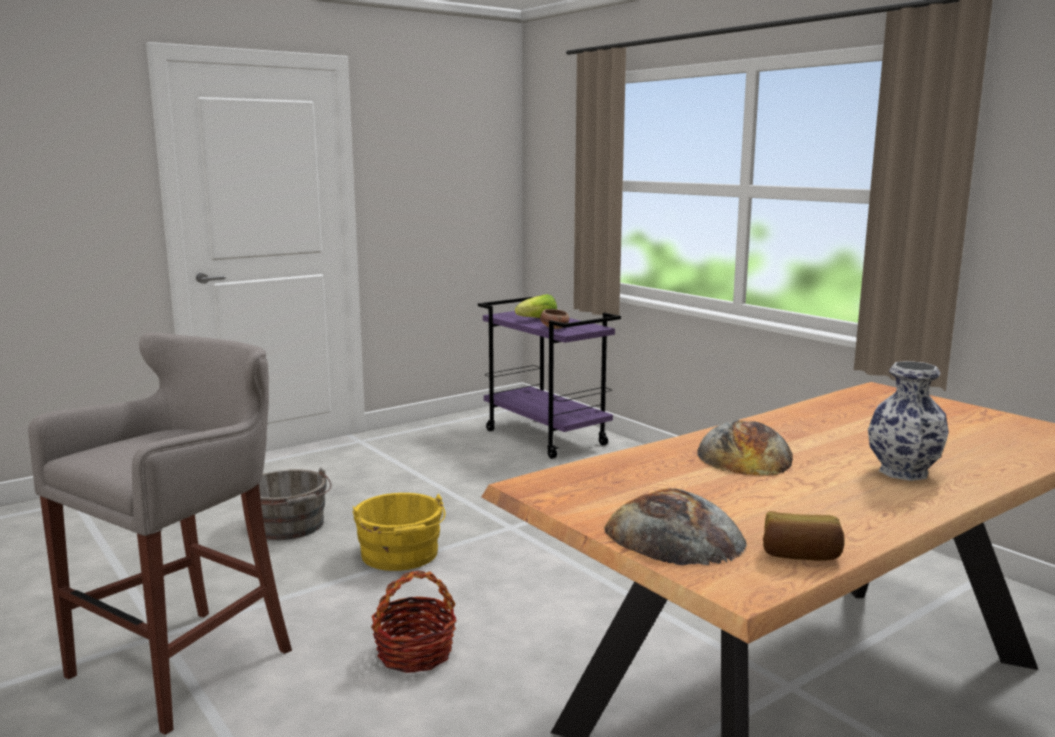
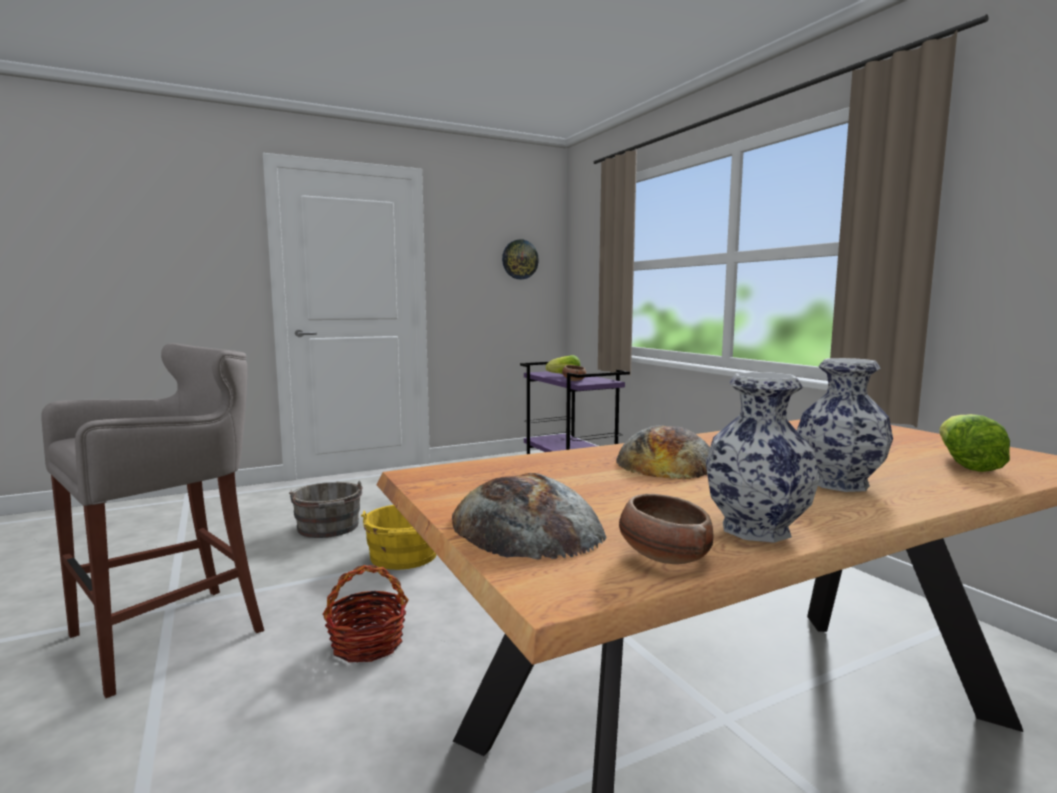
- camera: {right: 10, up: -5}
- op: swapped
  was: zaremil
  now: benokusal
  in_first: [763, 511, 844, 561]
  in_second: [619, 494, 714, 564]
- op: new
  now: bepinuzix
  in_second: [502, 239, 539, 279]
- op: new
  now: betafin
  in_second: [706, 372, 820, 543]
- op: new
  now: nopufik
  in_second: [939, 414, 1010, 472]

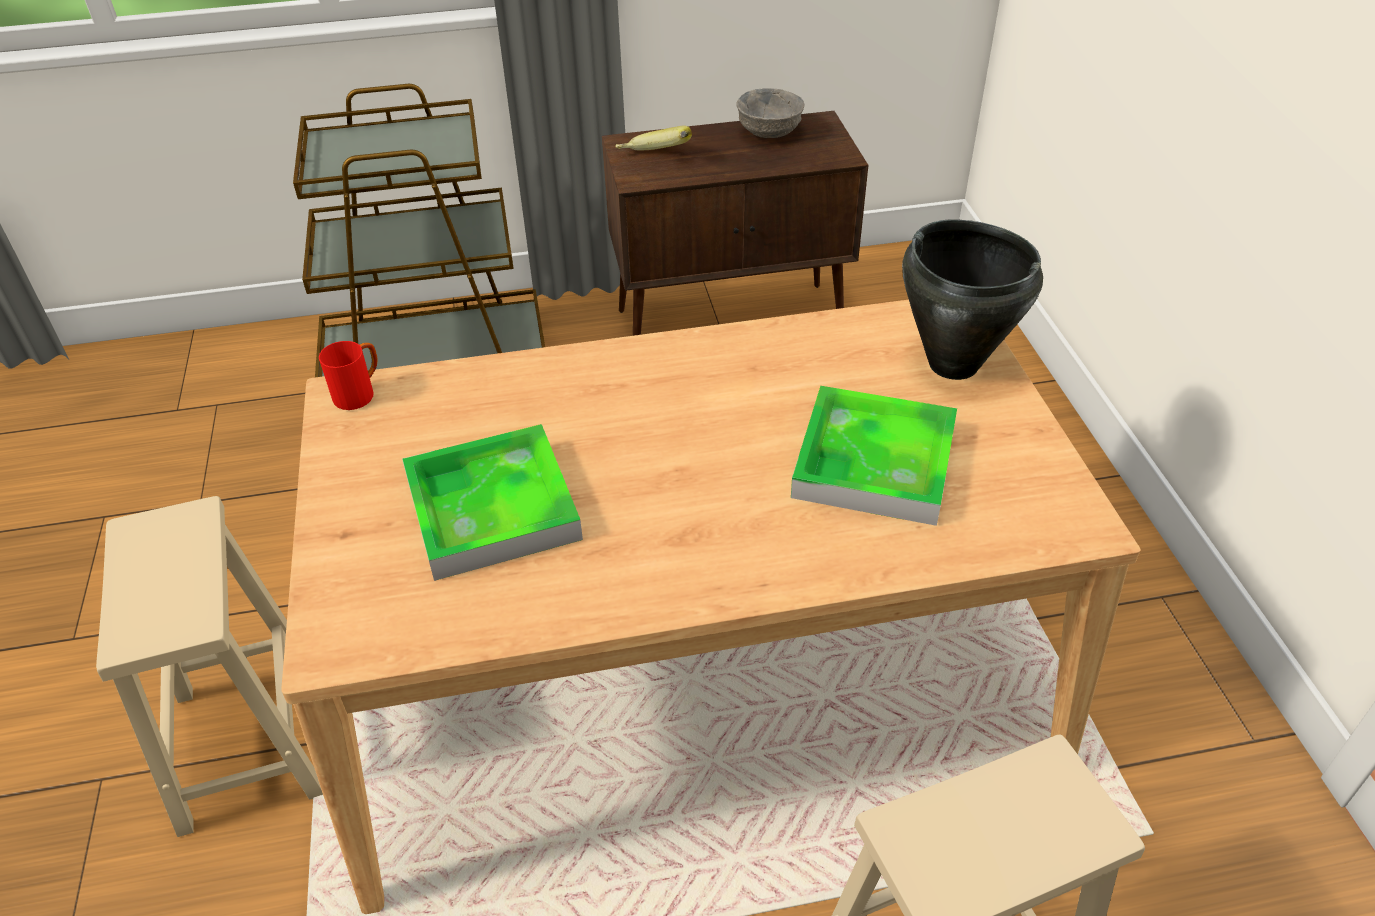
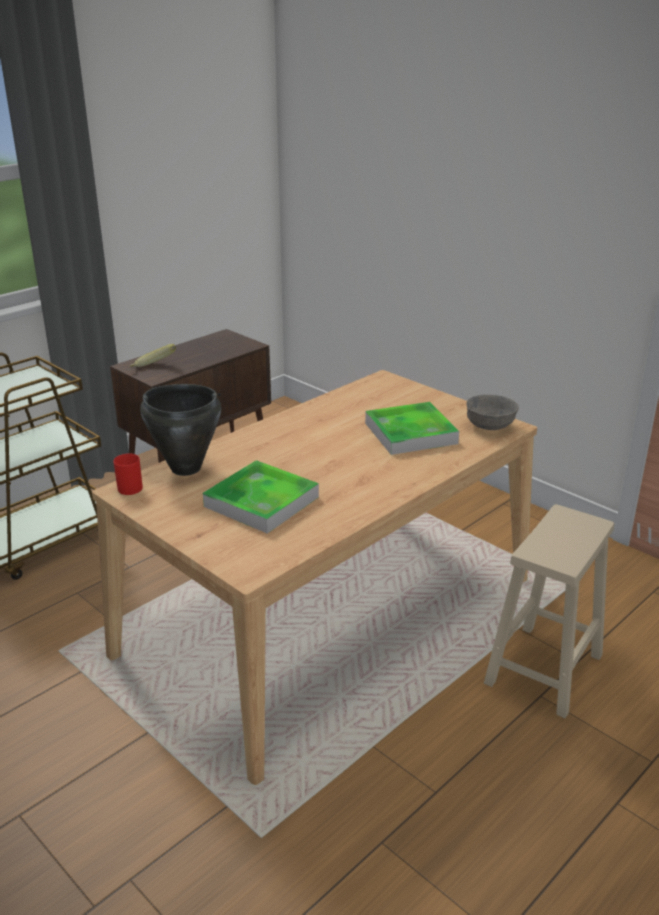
- camera: {right: -35, up: -15}
- op: shifted
  was: benokusal (grey)
  in_first: [736, 88, 805, 138]
  in_second: [466, 395, 519, 430]
- op: shifted
  was: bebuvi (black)
  in_first: [902, 219, 1043, 380]
  in_second: [140, 384, 221, 476]
- op: gone
  was: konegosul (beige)
  in_first: [96, 496, 323, 837]

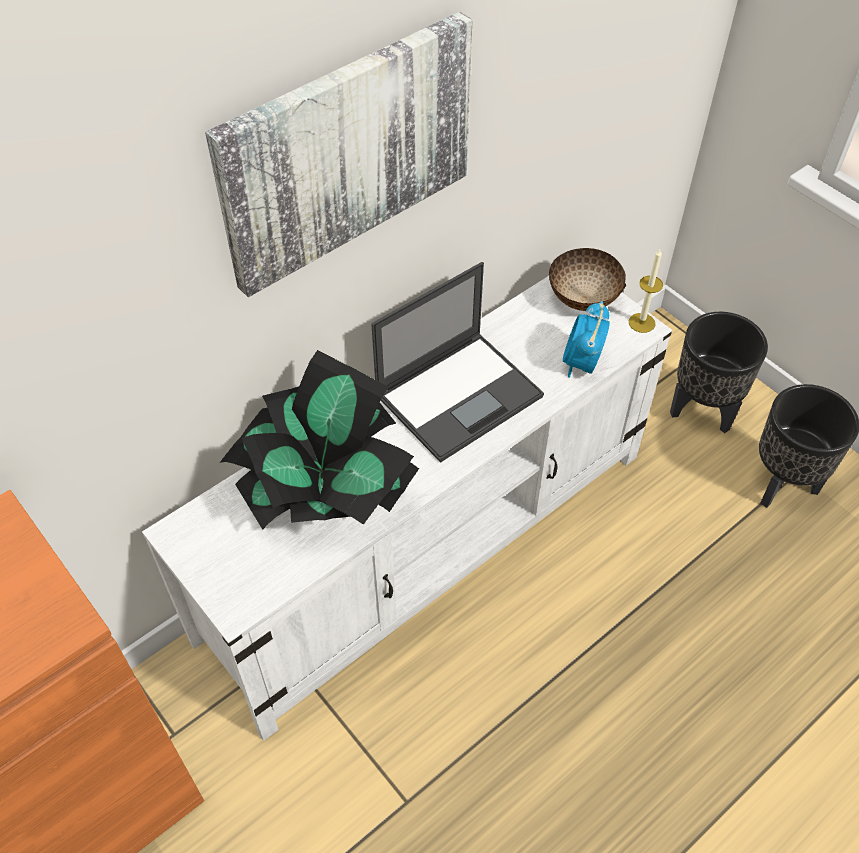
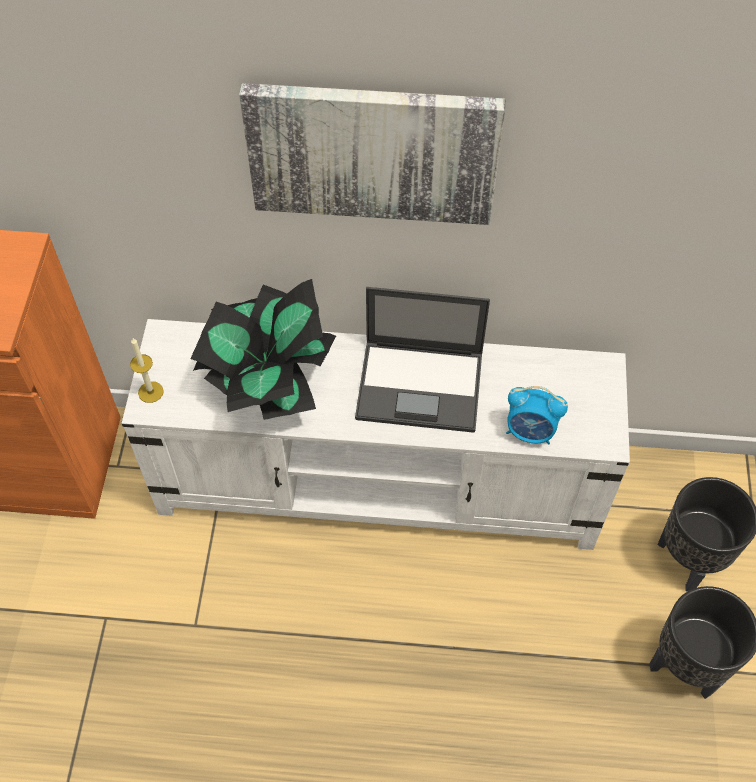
- camera: {right: 45, up: 5}
- op: gone
  was: benokusal
  in_first: [549, 248, 626, 311]
- op: shifted
  was: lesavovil
  in_first: [629, 249, 663, 333]
  in_second: [130, 338, 164, 403]
- op: rotated
  was: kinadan
  in_first: [563, 301, 610, 378]
  in_second: [506, 386, 568, 444]
  clockwise: -135

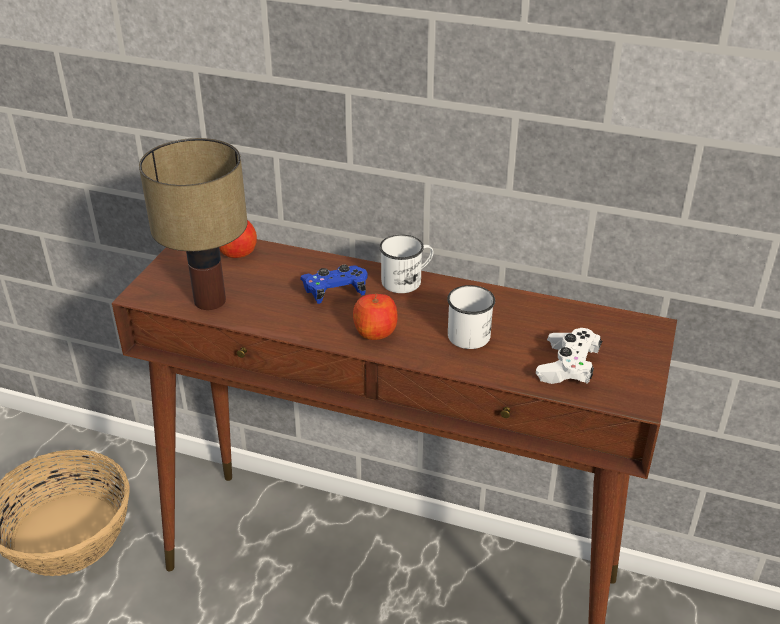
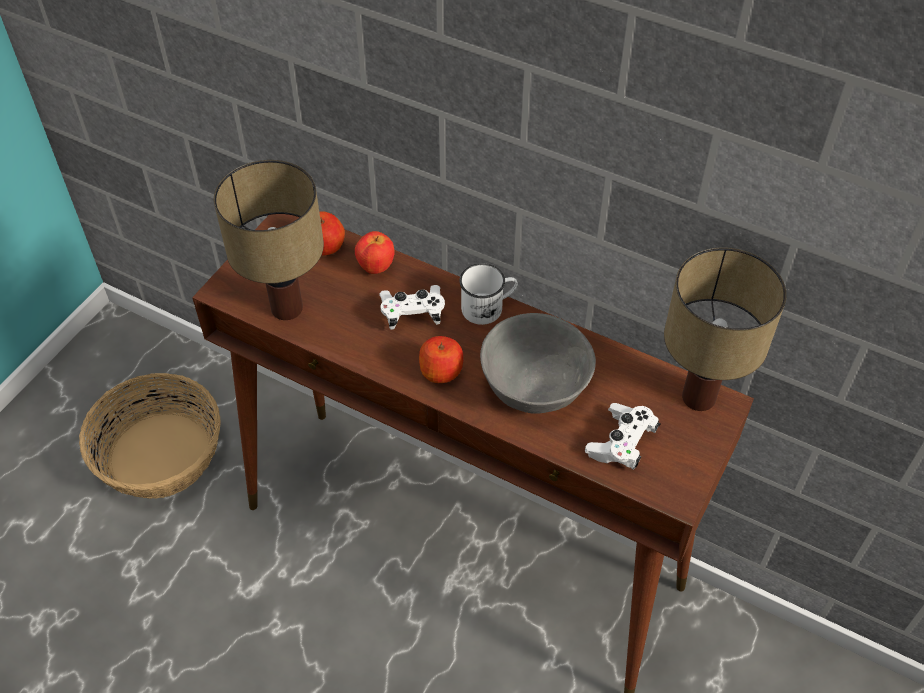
- camera: {right: 10, up: 15}
- op: repainted
  was: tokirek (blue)
  now: tokirek (white)
  in_first: [300, 265, 367, 304]
  in_second: [379, 285, 445, 330]
- op: swapped
  was: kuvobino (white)
  now: benokusal (grey)
  in_first: [447, 285, 495, 349]
  in_second: [480, 313, 596, 414]
- op: new
  now: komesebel
  in_second: [355, 231, 395, 274]
- op: new
  now: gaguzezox
  in_second: [664, 247, 787, 411]

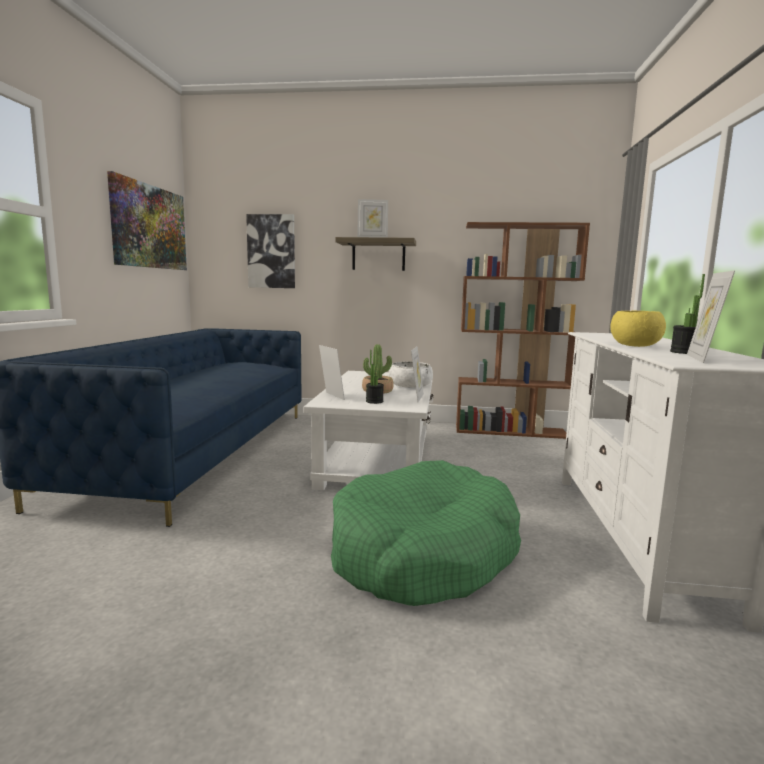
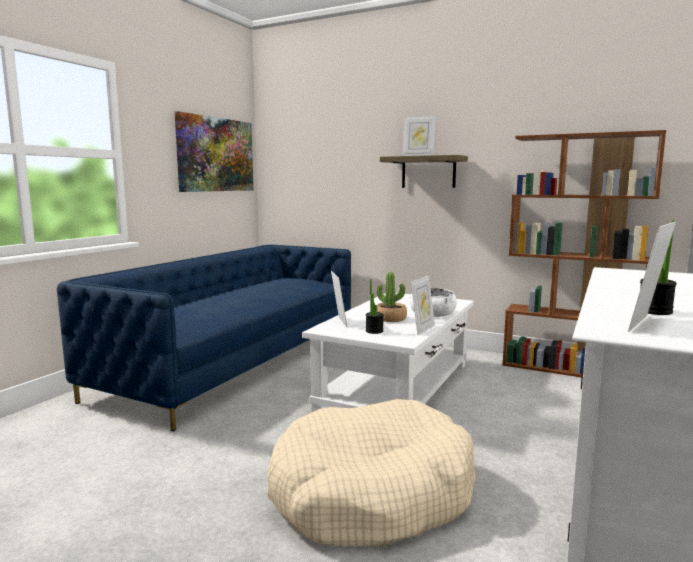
- camera: {right: 20, up: 0}
- op: gone
  was: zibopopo
  in_first: [246, 214, 295, 288]
- op: gone
  was: benokusal (yellow)
  in_first: [610, 311, 666, 347]
- op: repainted
  was: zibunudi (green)
  now: zibunudi (beige)
  in_first: [331, 460, 521, 606]
  in_second: [267, 399, 475, 547]

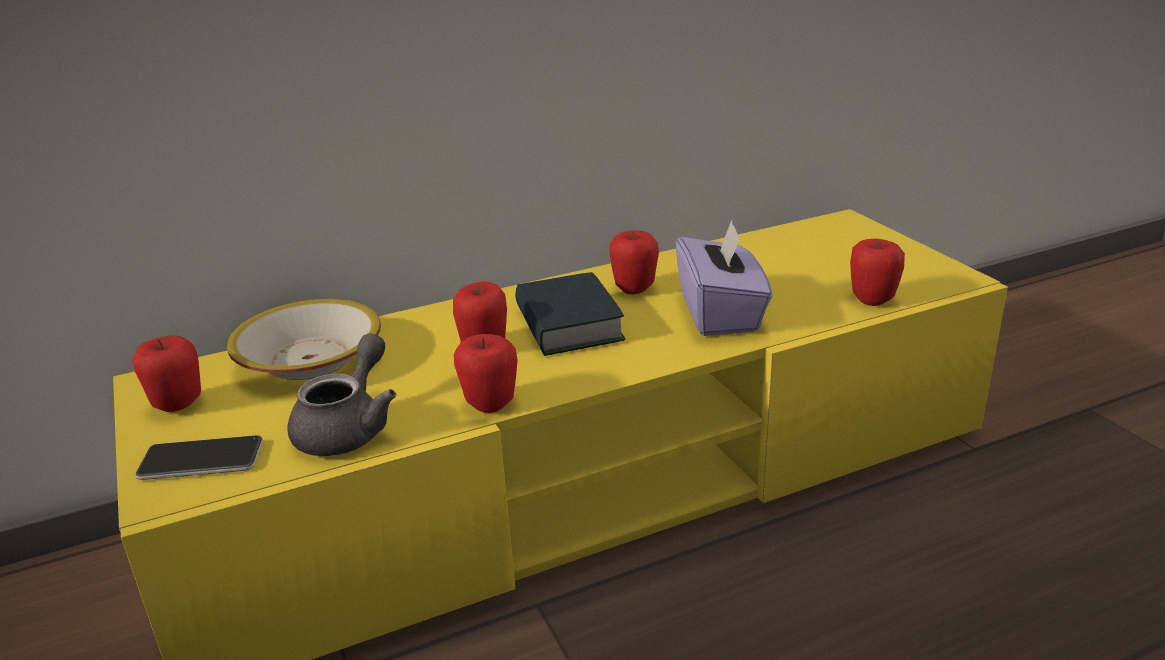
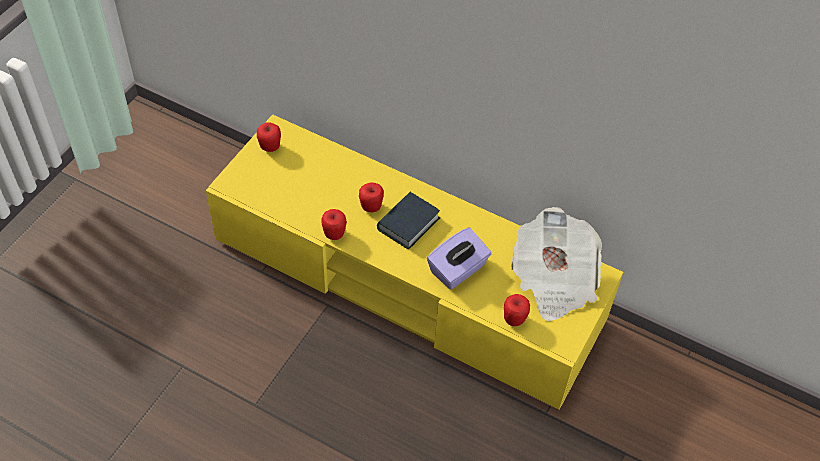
- camera: {right: 50, up: 25}
- op: gone
  was: komesebel
  in_first: [609, 230, 659, 294]
- op: gone
  was: benokusal
  in_first: [227, 299, 381, 380]
- op: gone
  was: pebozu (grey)
  in_first: [287, 333, 396, 456]
- op: gone
  was: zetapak
  in_first: [135, 435, 263, 480]
- op: new
  now: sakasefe
  in_second: [511, 207, 602, 321]

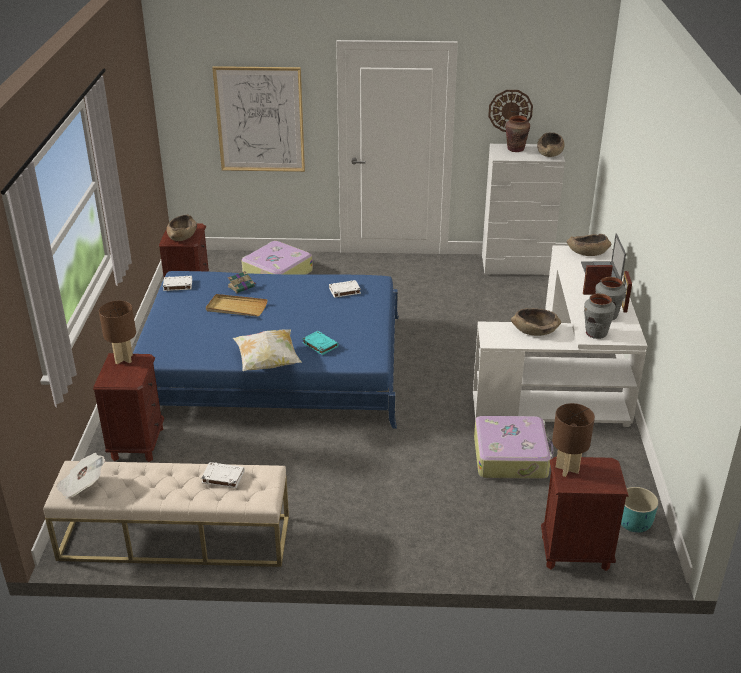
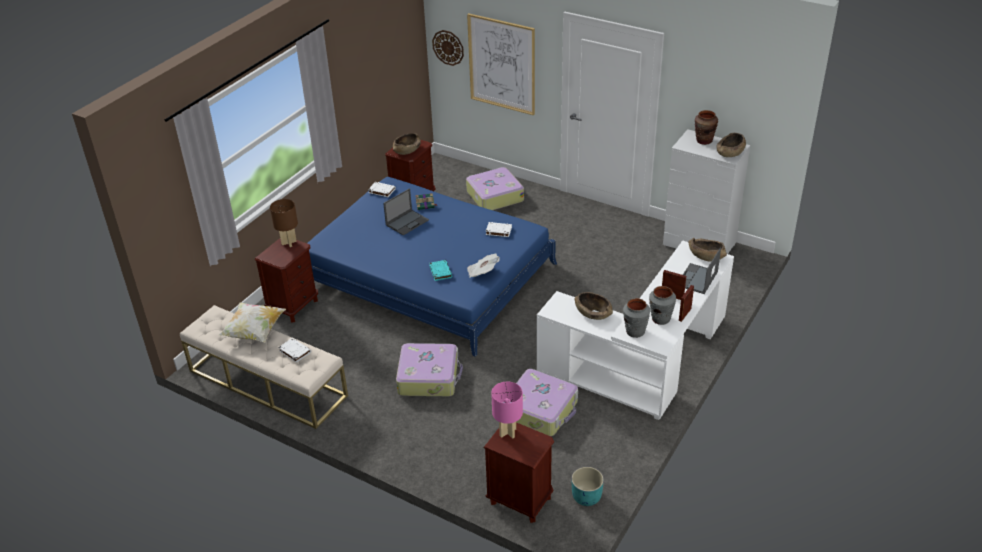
- camera: {right: 30, up: 5}
- op: shifted
  was: bepinuzix
  in_first: [488, 90, 533, 132]
  in_second: [432, 30, 464, 66]
- op: swapped
  was: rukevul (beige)
  now: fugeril
  in_first: [206, 294, 268, 317]
  in_second: [383, 188, 429, 235]
- op: shifted
  was: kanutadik
  in_first: [233, 329, 302, 371]
  in_second: [218, 303, 286, 343]
- op: repainted
  was: gaguzezox (brown)
  now: gaguzezox (pink)
  in_first: [552, 403, 595, 477]
  in_second: [491, 382, 523, 439]
- op: shifted
  was: sakasefe
  in_first: [56, 453, 105, 500]
  in_second: [467, 253, 500, 278]
- op: new
  now: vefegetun
  in_second: [396, 343, 463, 396]

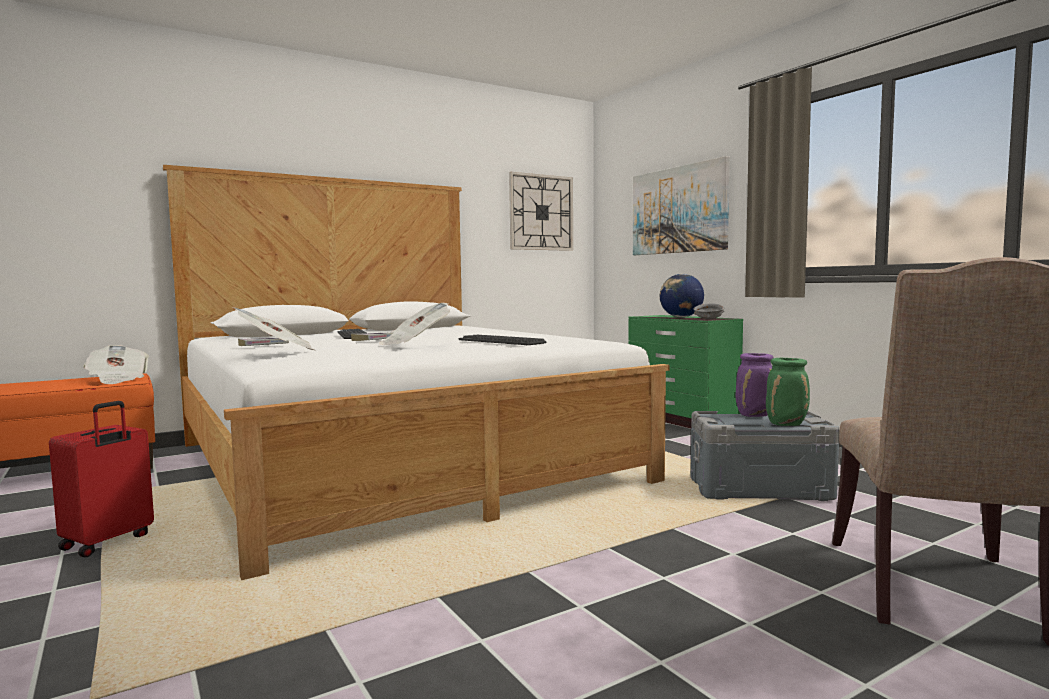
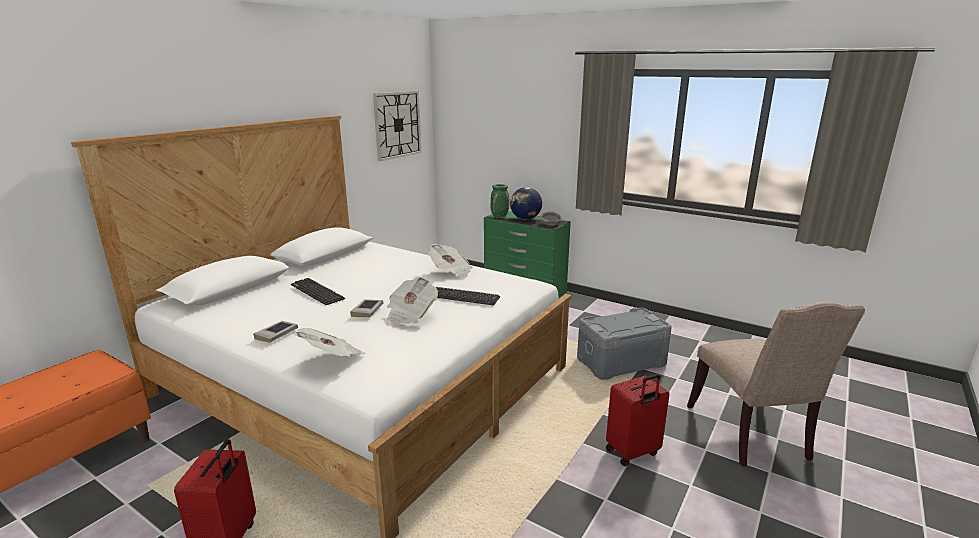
- camera: {right: -25, up: 15}
- op: gone
  was: zibopopo
  in_first: [633, 156, 730, 255]
- op: shifted
  was: sakasefe
  in_first: [83, 345, 149, 384]
  in_second: [428, 244, 473, 278]
- op: gone
  was: betafin (purple)
  in_first: [736, 353, 773, 417]
- op: shifted
  was: betafin (green)
  in_first: [766, 358, 810, 426]
  in_second: [491, 184, 509, 217]
- op: new
  now: vefegetun (red)
  in_second: [606, 374, 669, 466]

